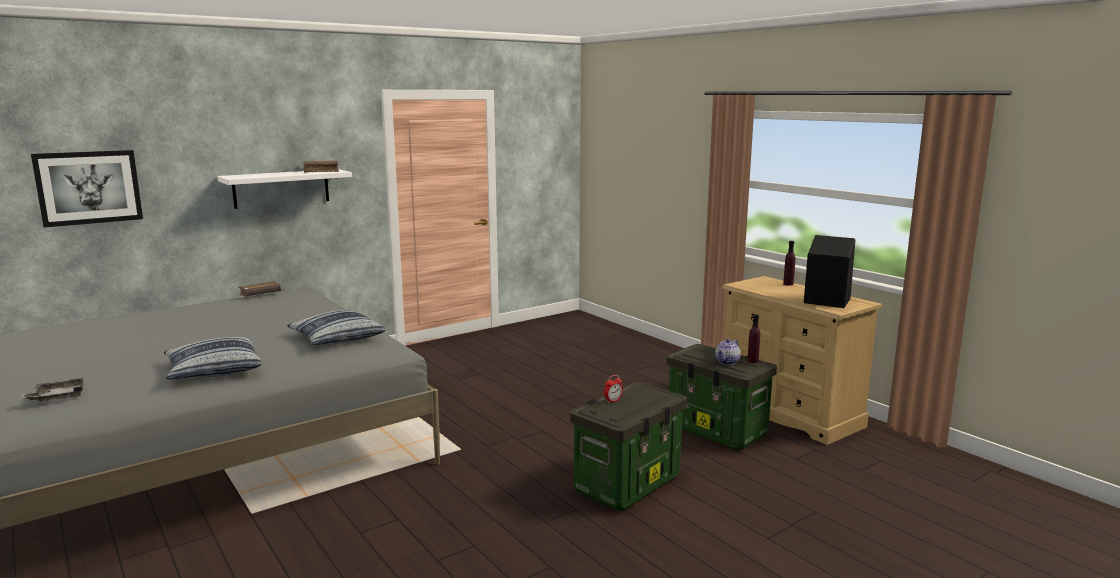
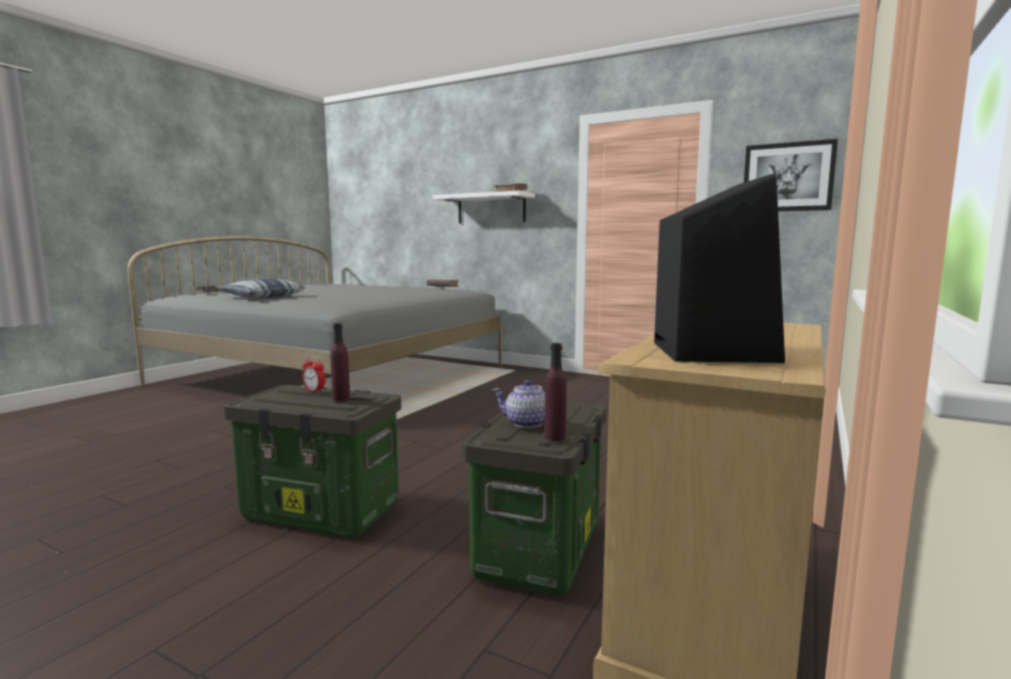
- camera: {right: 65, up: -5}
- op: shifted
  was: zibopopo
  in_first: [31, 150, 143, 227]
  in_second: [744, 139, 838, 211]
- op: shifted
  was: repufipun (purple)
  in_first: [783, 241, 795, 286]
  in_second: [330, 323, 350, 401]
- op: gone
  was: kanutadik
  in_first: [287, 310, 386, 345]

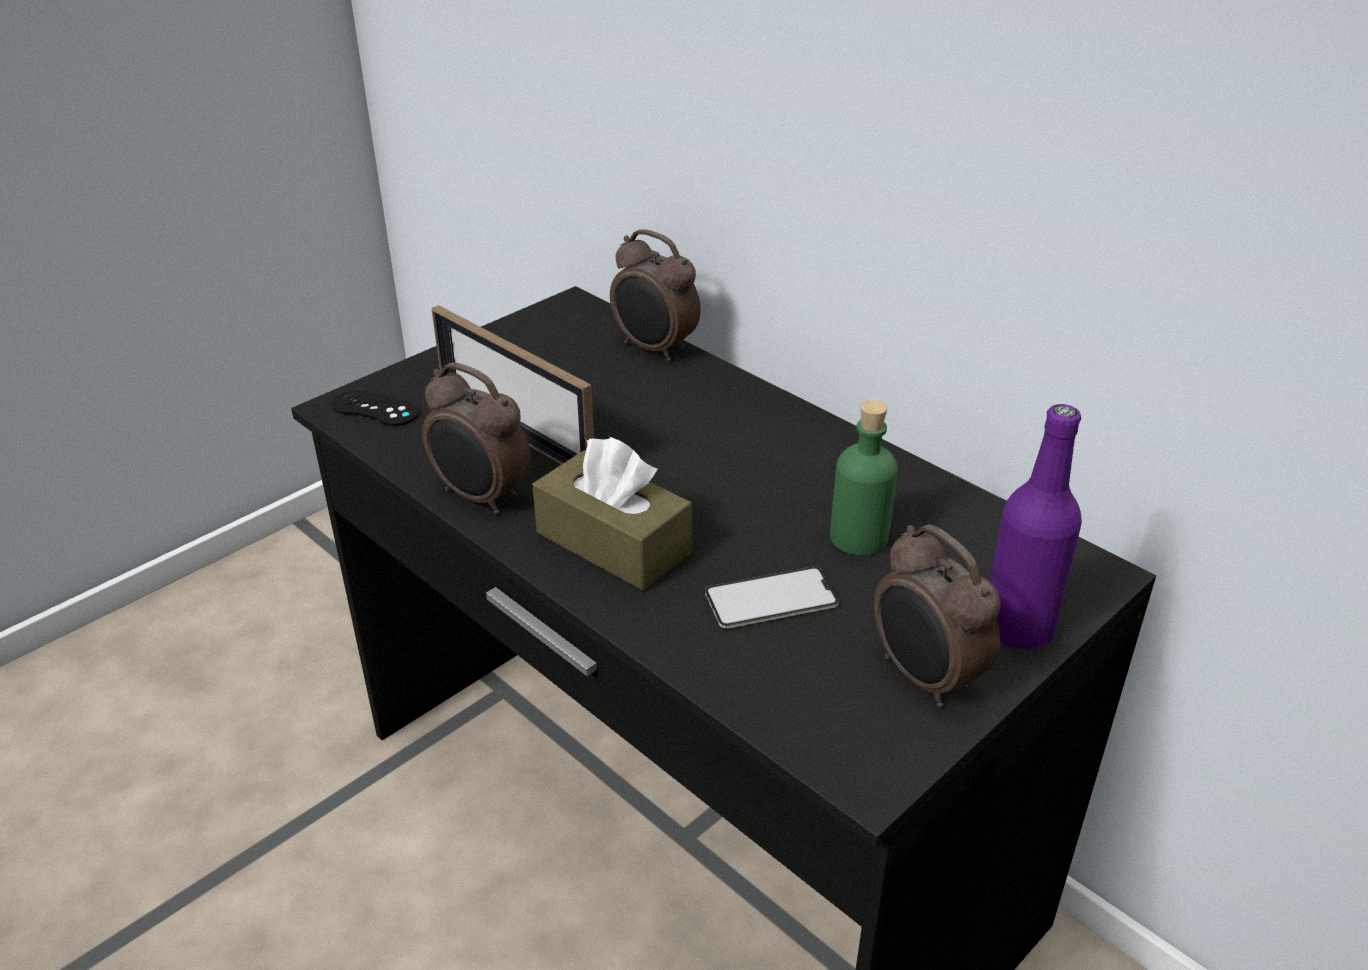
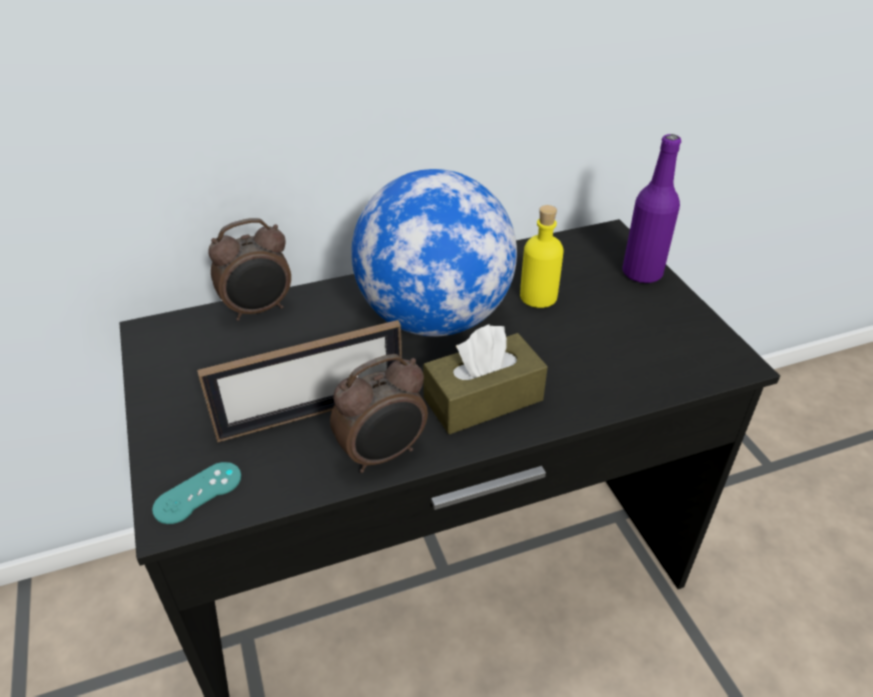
- camera: {right: -65, up: 5}
- op: repainted
  was: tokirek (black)
  now: tokirek (turquoise)
  in_first: [332, 390, 419, 426]
  in_second: [152, 462, 241, 524]
- op: repainted
  was: repufipun (green)
  now: repufipun (yellow)
  in_first: [830, 400, 898, 556]
  in_second: [520, 205, 564, 308]
- op: gone
  was: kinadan
  in_first: [874, 524, 1001, 708]
- op: gone
  was: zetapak
  in_first: [705, 567, 839, 629]
- op: new
  now: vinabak
  in_second: [351, 169, 517, 337]

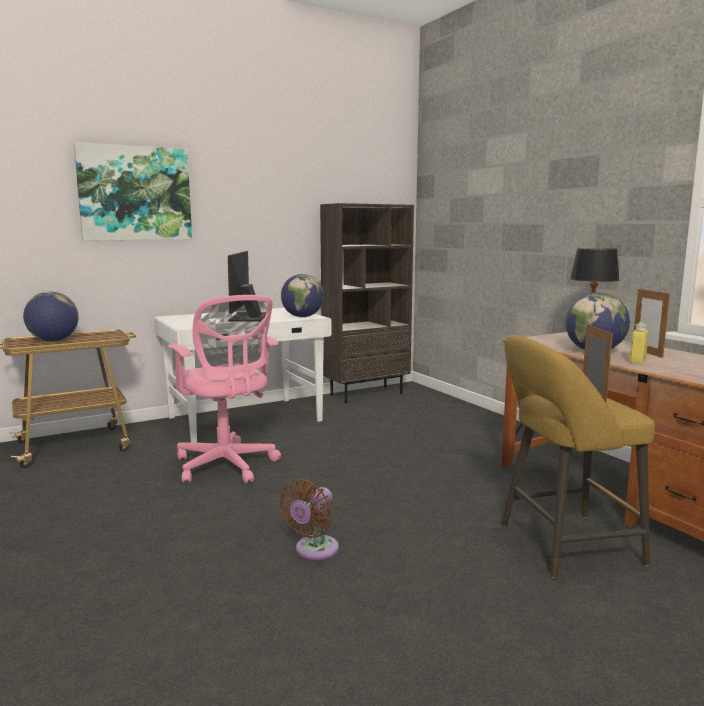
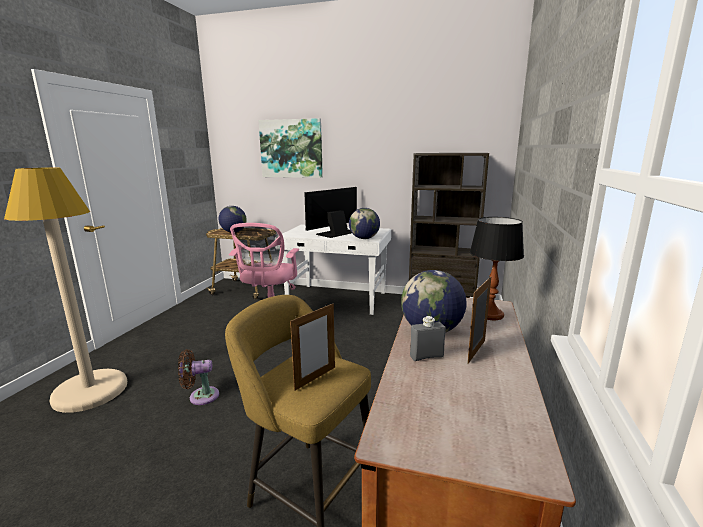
- camera: {right: 45, up: 5}
- op: repainted
  was: repufipun (yellow)
  now: repufipun (grey)
  in_first: [630, 323, 649, 364]
  in_second: [410, 316, 446, 361]
- op: new
  now: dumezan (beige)
  in_second: [4, 167, 127, 413]

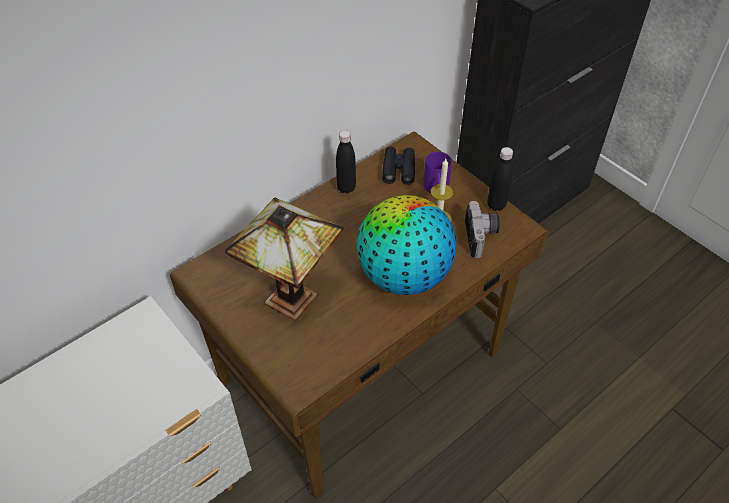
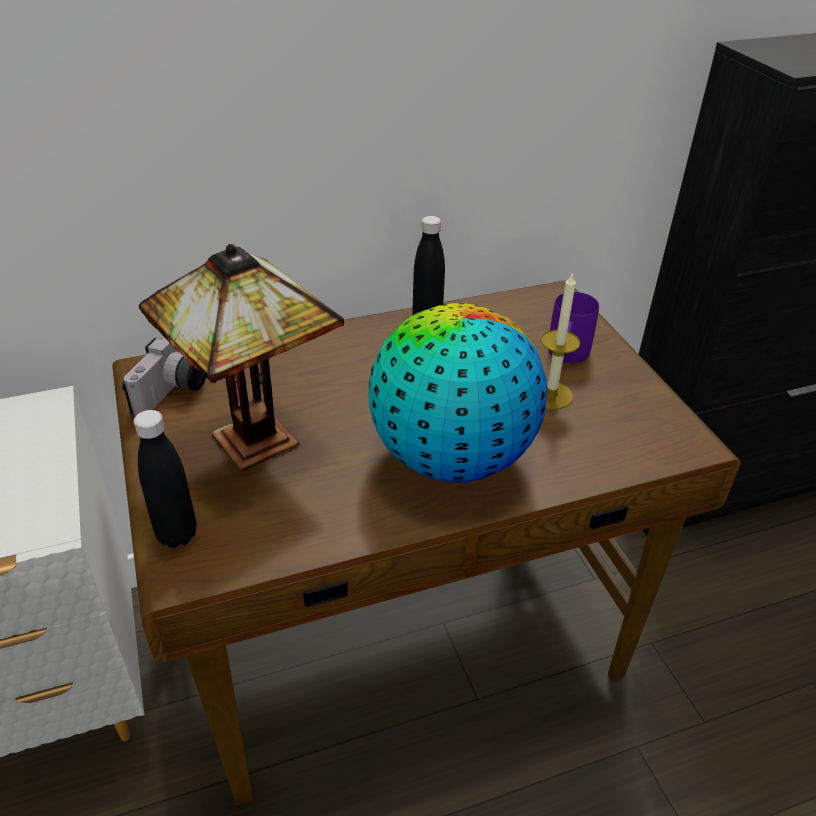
- camera: {right: 20, up: -10}
- op: gone
  was: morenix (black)
  in_first: [382, 147, 415, 185]
- op: shifted
  was: repufipun (black)
  in_first: [487, 147, 513, 211]
  in_second: [134, 410, 197, 548]
- op: shifted
  was: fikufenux
  in_first: [465, 201, 500, 258]
  in_second: [122, 337, 206, 416]

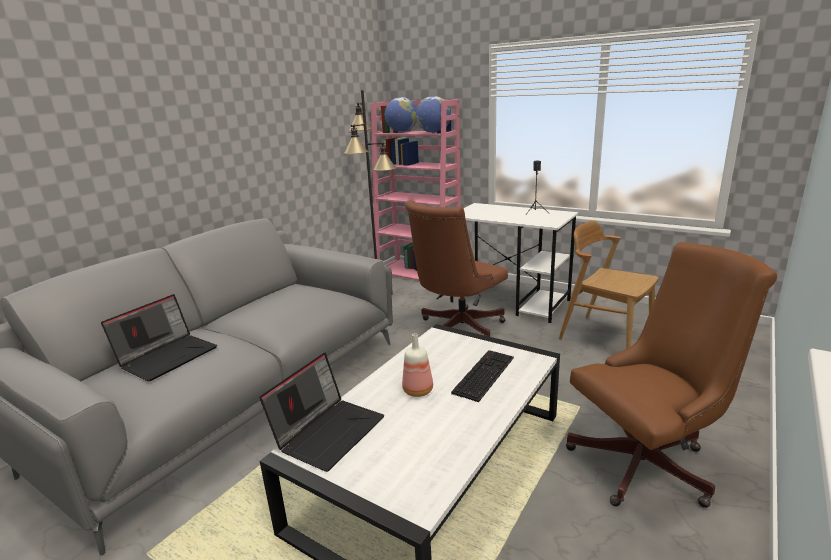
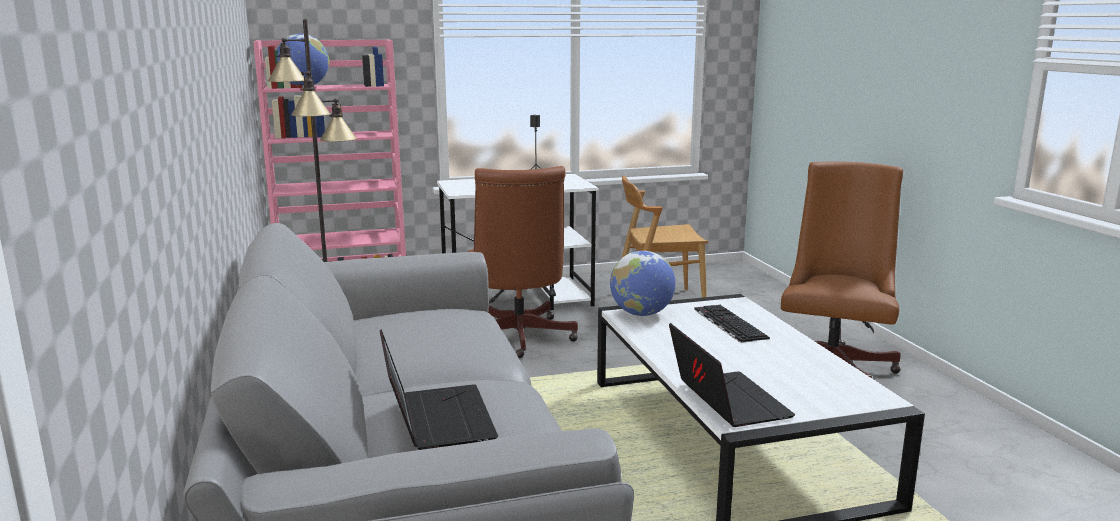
- camera: {right: -50, up: -5}
- op: shifted
  was: vinabak
  in_first: [416, 96, 451, 133]
  in_second: [610, 251, 676, 316]
- op: gone
  was: repufipun
  in_first: [402, 333, 433, 397]

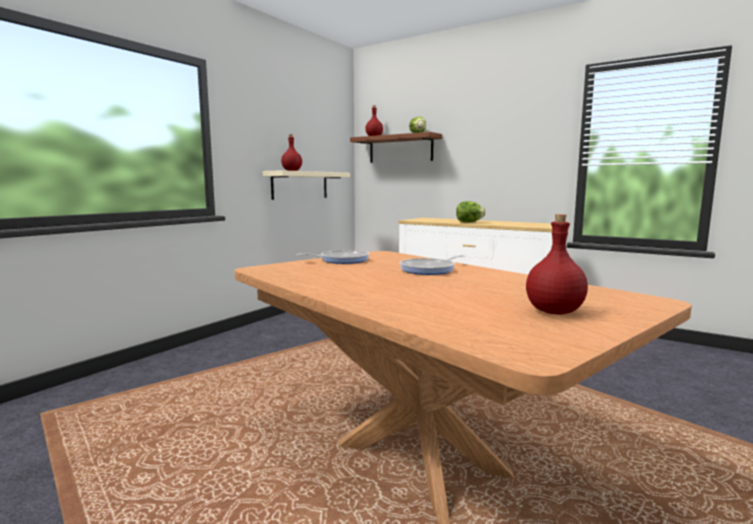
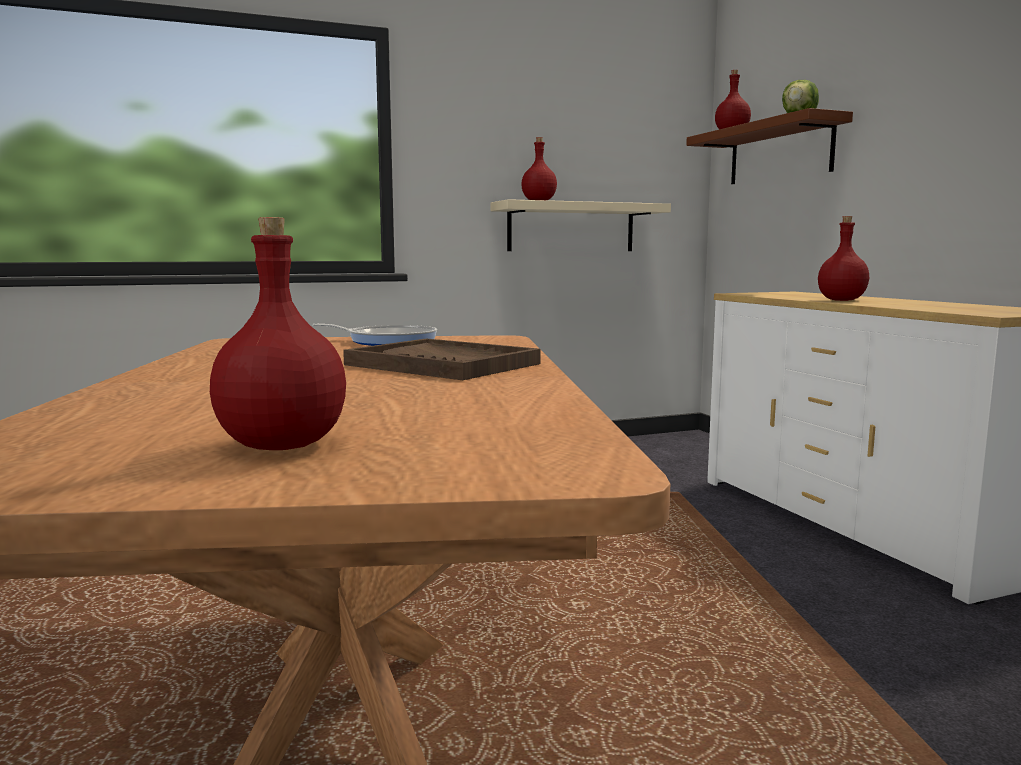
- camera: {right: 35, up: 0}
- op: swapped
  was: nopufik
  now: repufipun (red)
  in_first: [456, 201, 486, 223]
  in_second: [818, 216, 869, 301]
- op: swapped
  was: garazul
  now: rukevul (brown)
  in_first: [400, 255, 464, 275]
  in_second: [343, 338, 541, 380]

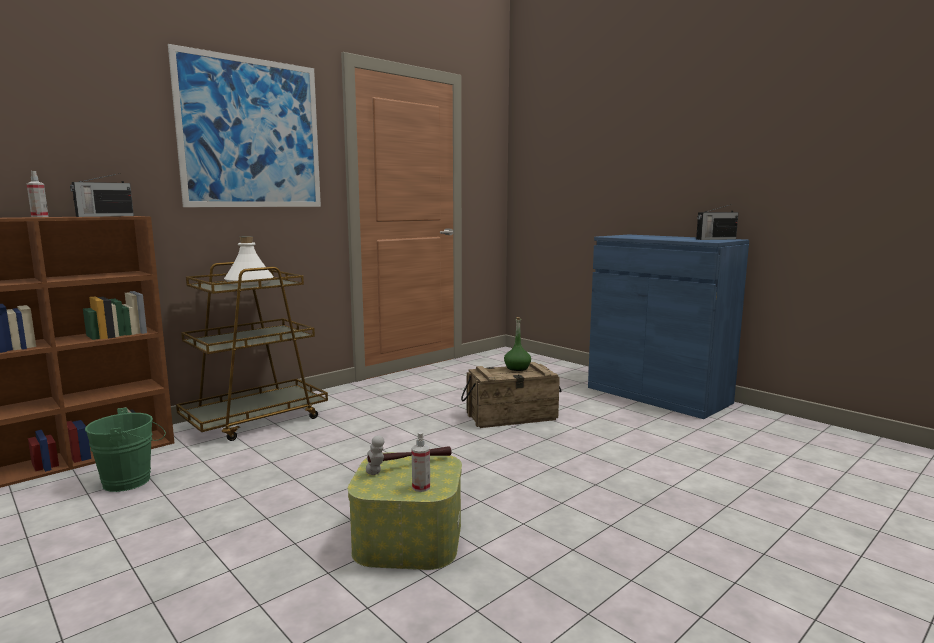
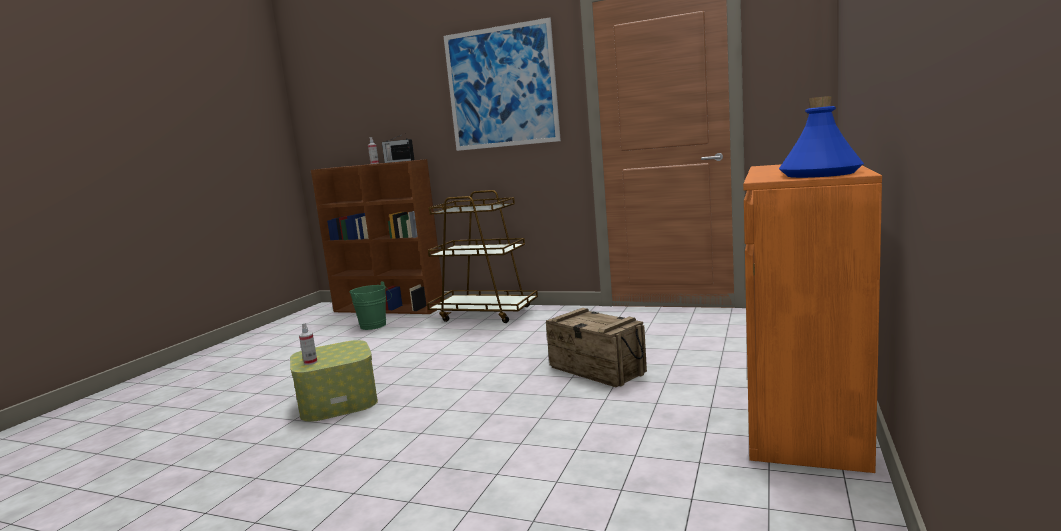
- camera: {right: 65, up: 0}
- op: swapped
  was: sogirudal
  now: repufipun (blue)
  in_first: [696, 204, 739, 240]
  in_second: [779, 96, 864, 178]
- op: repainted
  was: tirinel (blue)
  now: tirinel (orange)
  in_first: [588, 235, 749, 419]
  in_second: [743, 164, 882, 473]
- op: gone
  was: repufipun (white)
  in_first: [224, 236, 274, 285]
- op: gone
  was: repufipun (green)
  in_first: [504, 317, 531, 371]
- op: gone
  was: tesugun
  in_first: [366, 436, 452, 475]

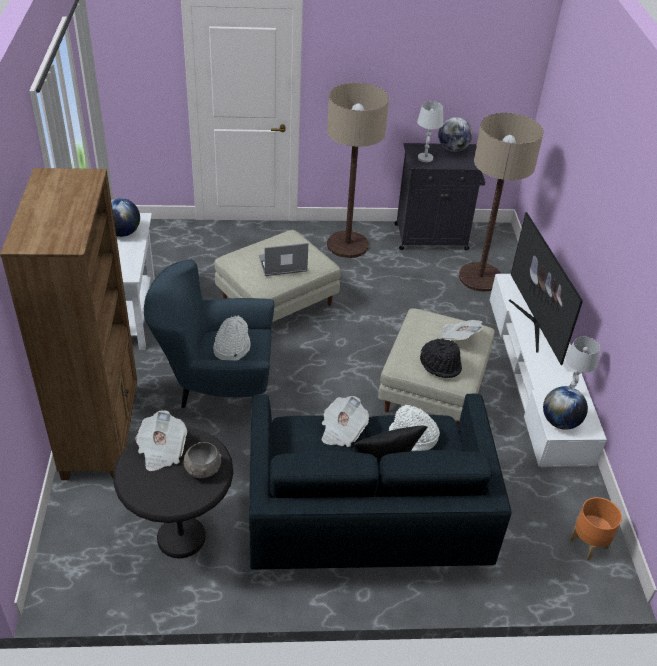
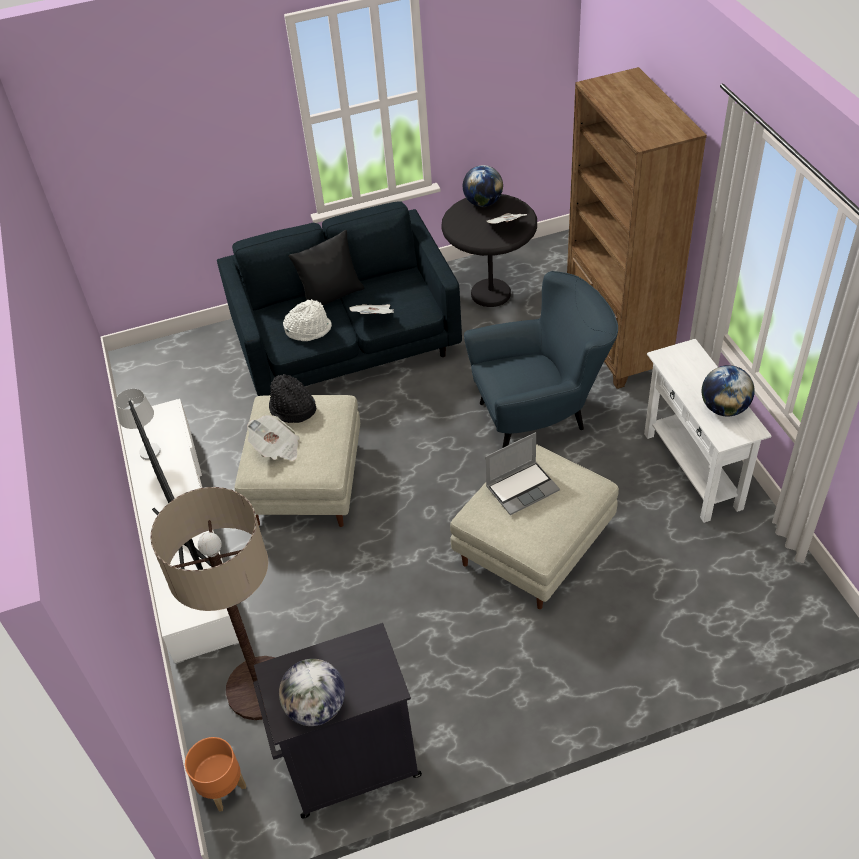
- camera: {right: 170, up: 5}
- op: gone
  was: dumezan
  in_first: [327, 83, 389, 258]
- op: gone
  was: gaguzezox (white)
  in_first: [417, 101, 443, 162]
- op: gone
  was: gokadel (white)
  in_first: [213, 316, 251, 360]
- op: shifted
  was: vinabak
  in_first: [543, 386, 588, 430]
  in_second: [463, 165, 503, 207]
- op: gone
  was: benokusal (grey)
  in_first: [184, 442, 222, 478]
- op: shifted
  was: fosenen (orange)
  in_first: [570, 497, 622, 560]
  in_second: [185, 737, 246, 812]

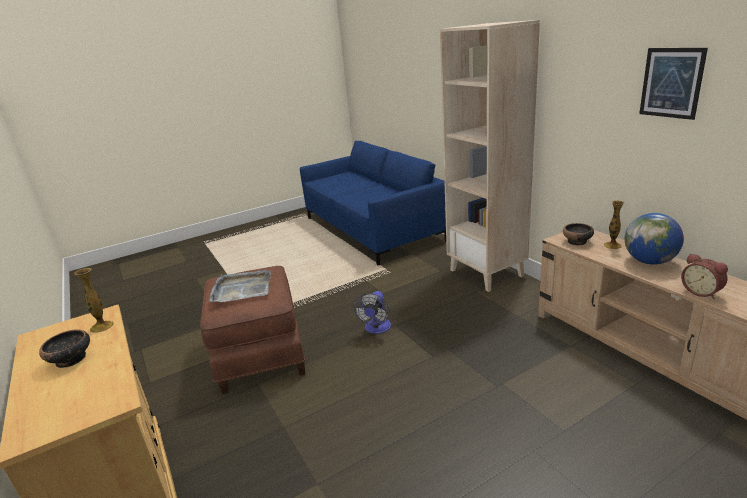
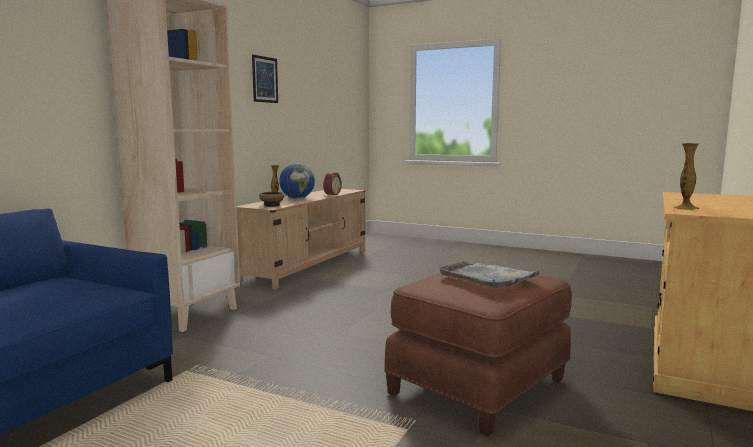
- camera: {right: -125, up: -15}
- op: gone
  was: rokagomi
  in_first: [353, 291, 391, 334]
- op: gone
  was: benokusal
  in_first: [39, 329, 90, 368]

